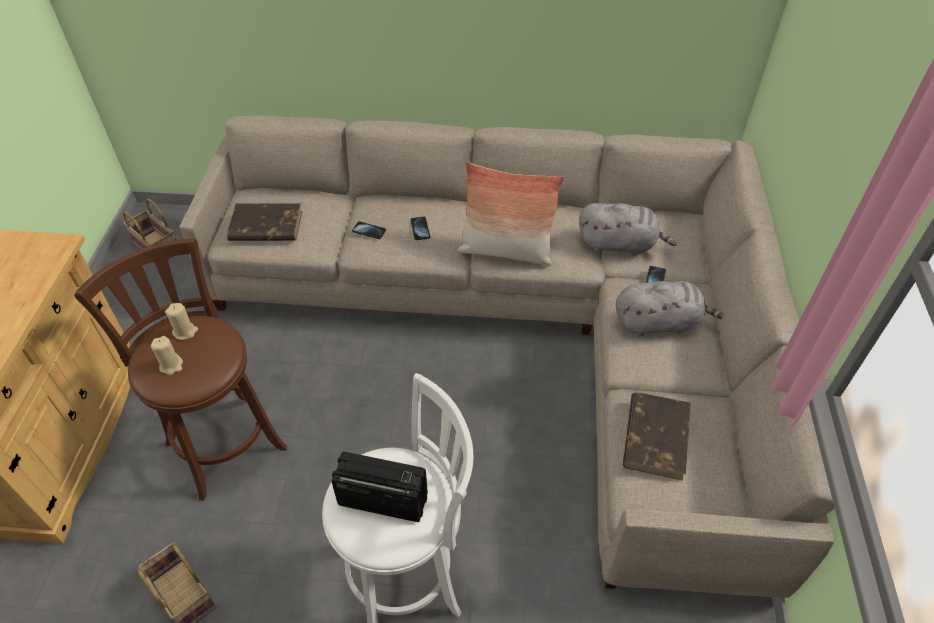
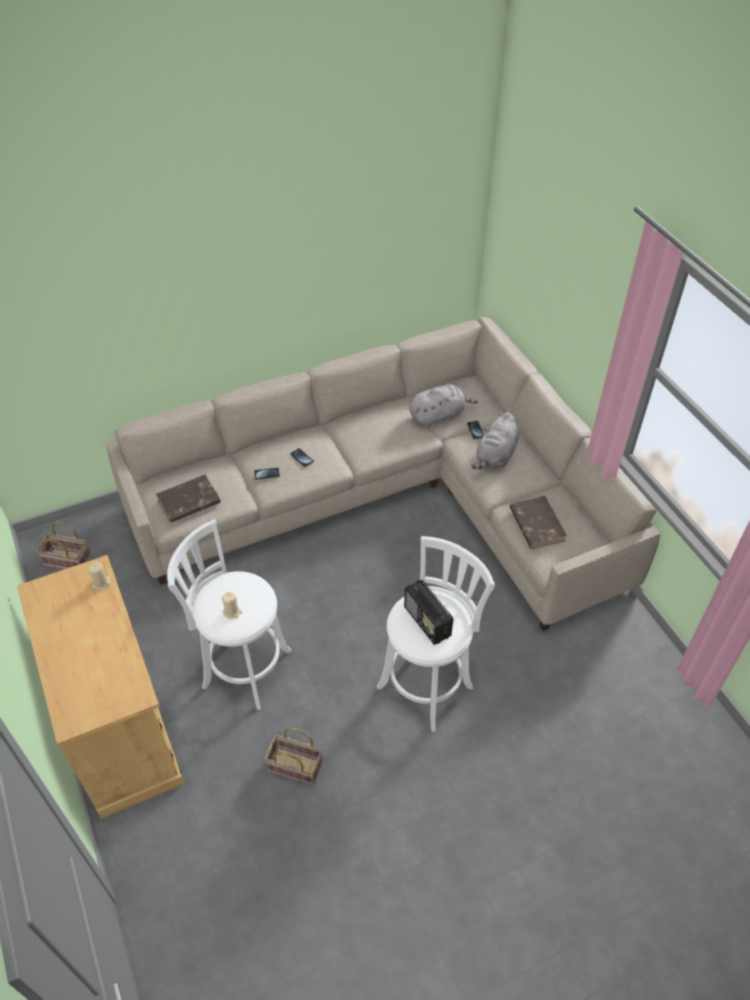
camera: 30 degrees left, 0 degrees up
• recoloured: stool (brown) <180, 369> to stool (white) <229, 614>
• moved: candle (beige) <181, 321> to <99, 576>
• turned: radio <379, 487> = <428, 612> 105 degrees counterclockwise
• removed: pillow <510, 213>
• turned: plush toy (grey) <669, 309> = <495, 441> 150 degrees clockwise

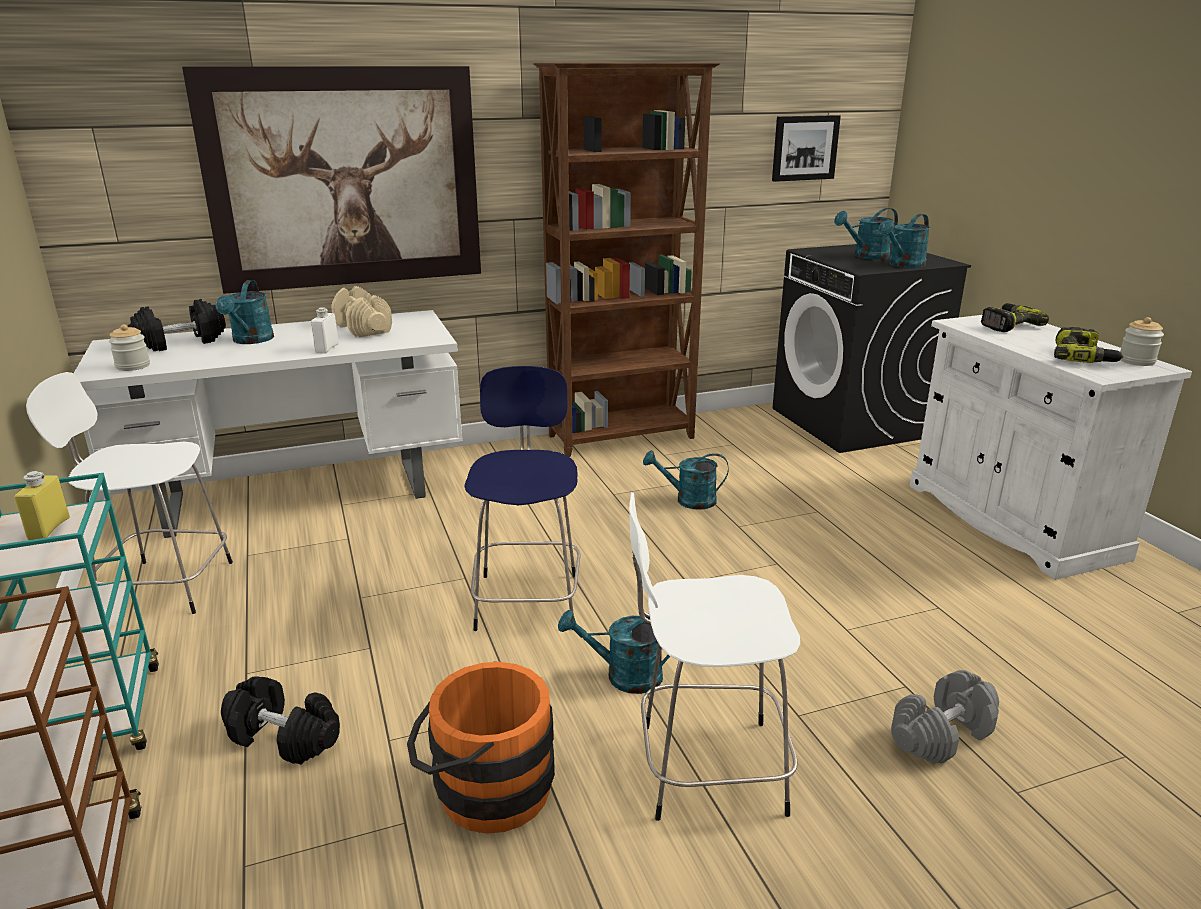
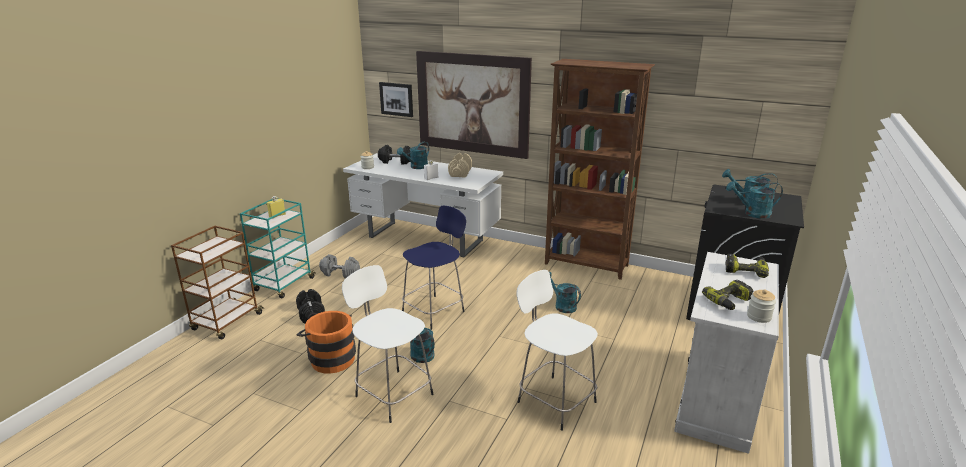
camera: 45 degrees right, 0 degrees up
• moved: stool (white) <129, 493> to <557, 350>
• moved: picture <806, 148> to <396, 99>
• moved: dumbbell (grey) <945, 717> to <339, 266>

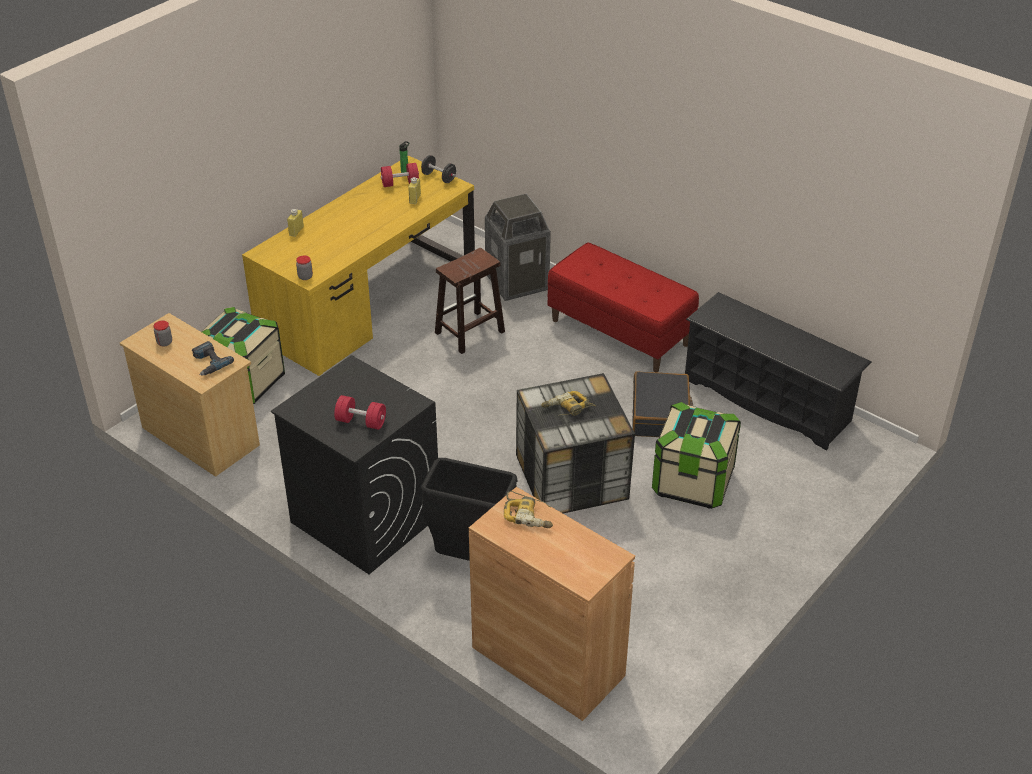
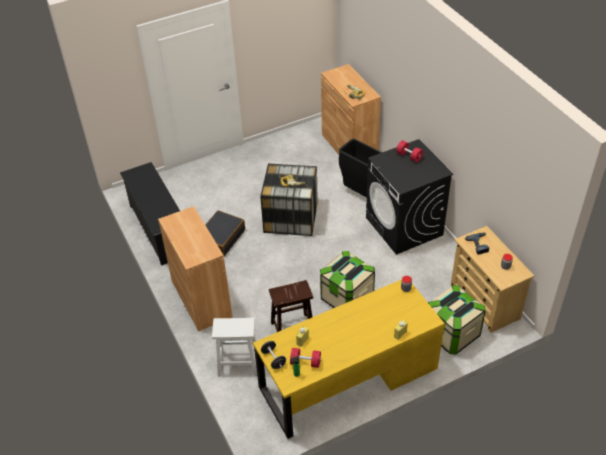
camera: 155 degrees left, 5 degrees up
• replaced: trash can <518, 247> to stool (white) <234, 347>
• replaced: bench (red) <623, 307> to cabinet (brown) <195, 268>
• moved: storage box <696, 455> to <347, 279>

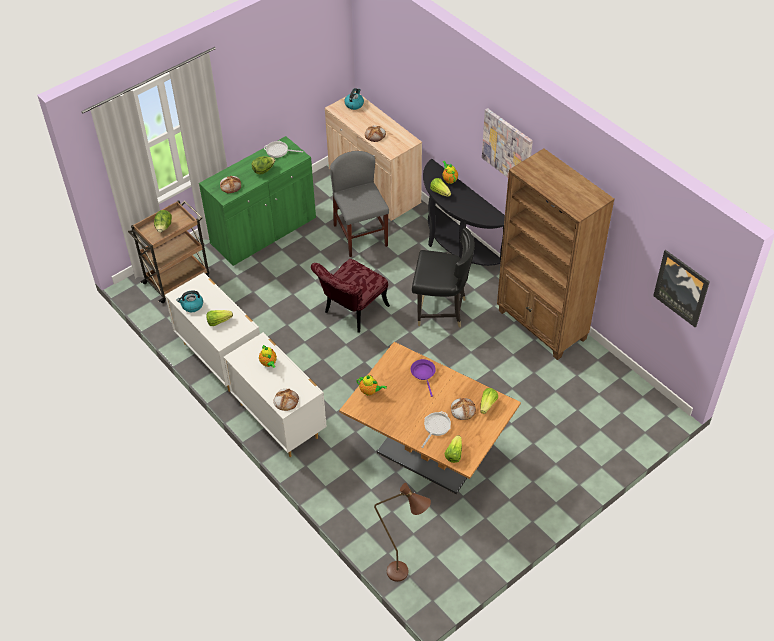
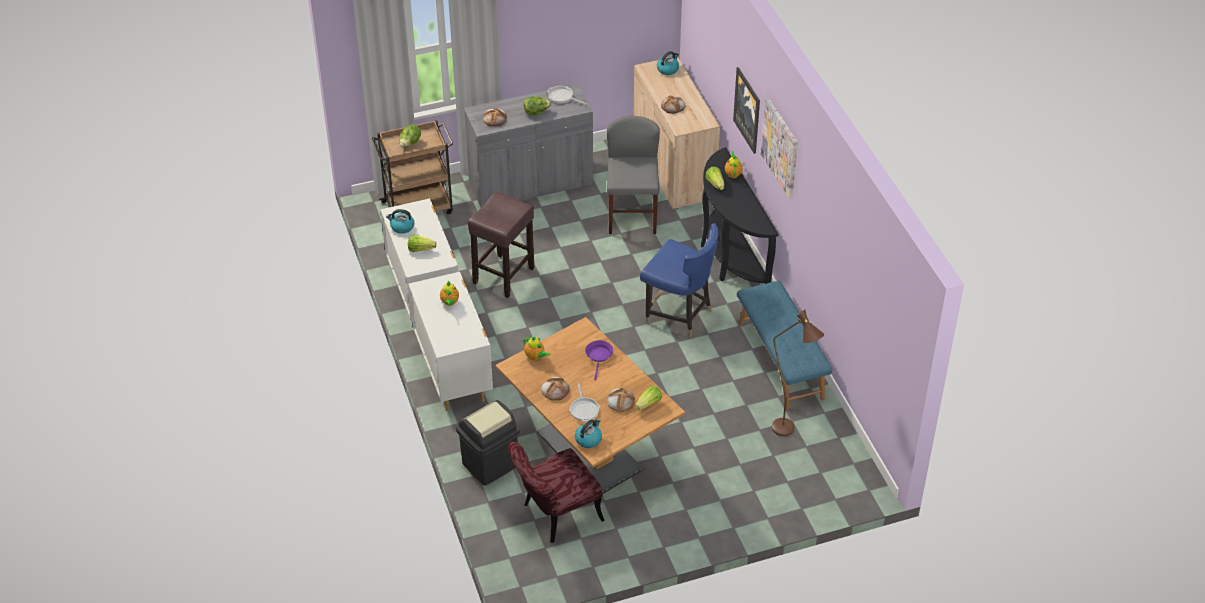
camera: 20 degrees right, 5 degrees down
• recoloured: cabinet (green) <257, 201> to cabinet (grey) <528, 145>
• moved: bread <286, 400> to <555, 388>
• moved: chair (red) <350, 296> to <556, 492>
• moved: floor lamp (brown) <402, 532> to <798, 373>
• recoloured: chair (black) <443, 277> to chair (blue) <679, 280>
• turned: frying pan <436, 429> = <584, 402> 120 degrees clockwise
• replaced: lettuce <453, 449> to kettle <588, 433>
• replaced: bookcase (brown) <556, 254> to bench (blue) <784, 345>
• moved: picture <681, 288> to <746, 110>
• added: trash can (black) <488, 442>
• added: stool (brown) <501, 245>

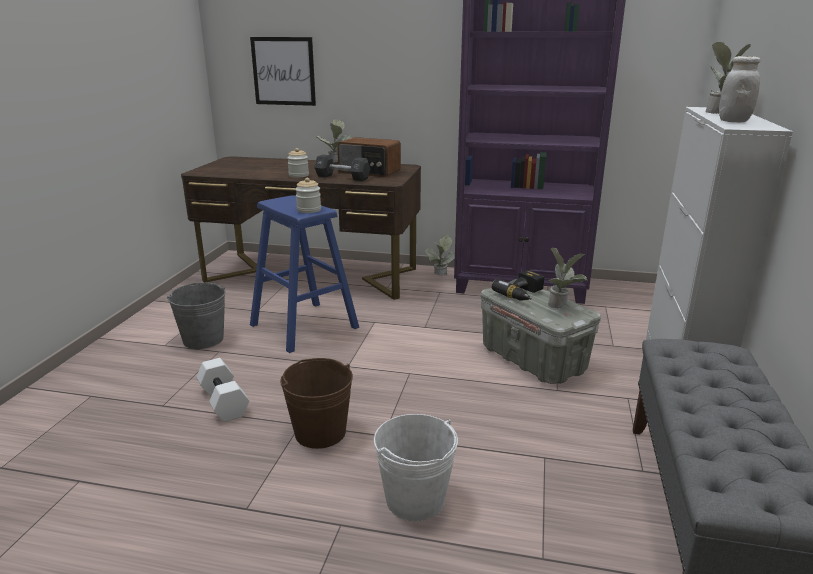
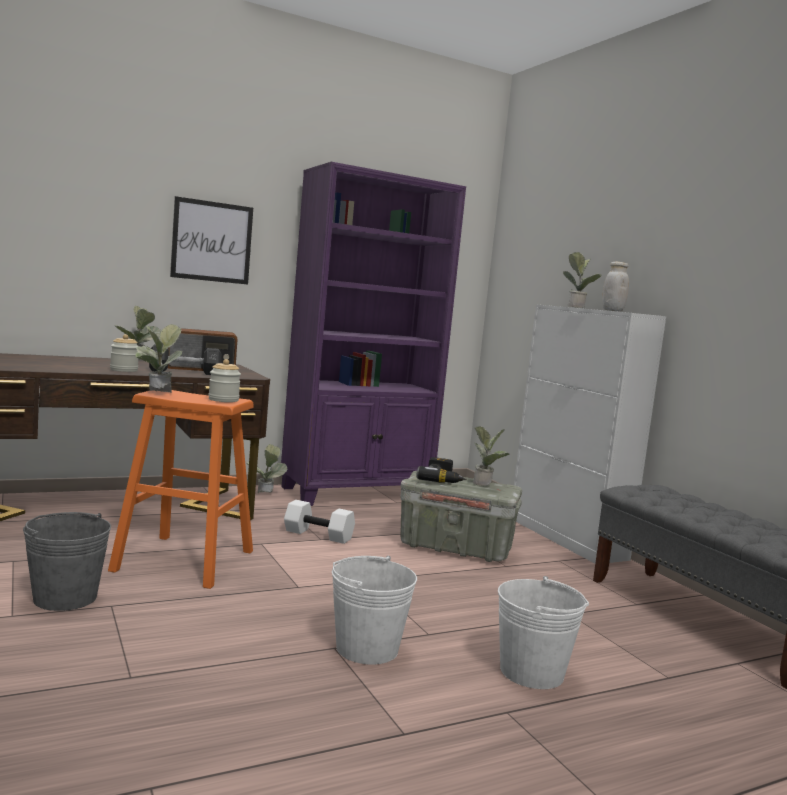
camera: 40 degrees left, 15 degrees down
• moved: dumbbell (white) <223, 390> to <319, 522>
• moved: picture <283, 71> to <211, 240>
• recoloured: stool (blue) <304, 274> to stool (orange) <181, 489>
• recoloured: bucket (brown) <316, 403> to bucket (white) <374, 610>
• added: potted plant <158, 358>

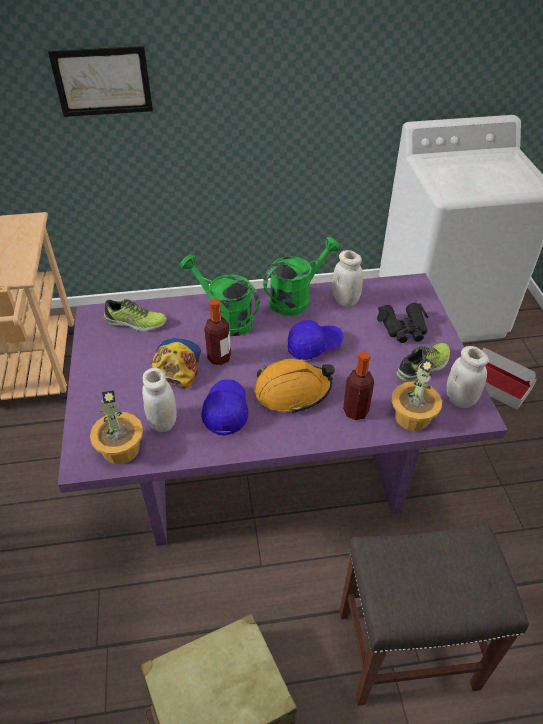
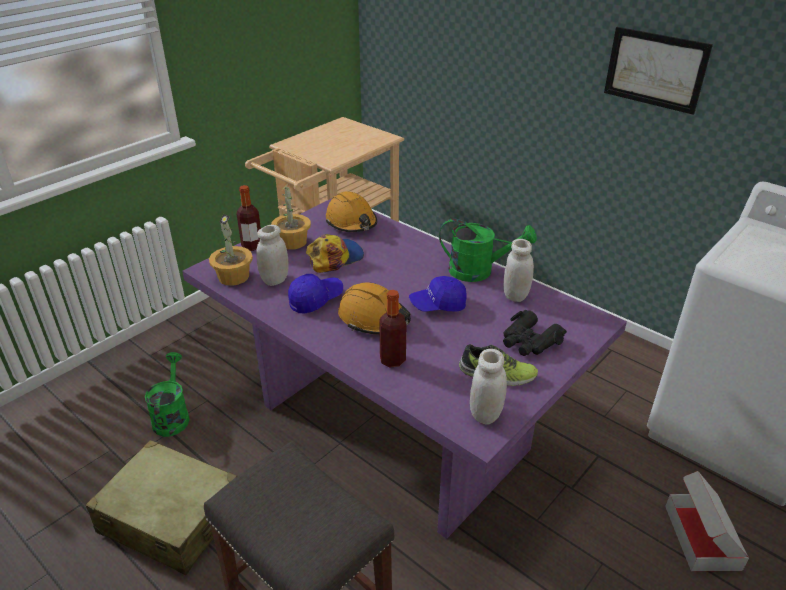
camera: 50 degrees right, 10 degrees down
• moved: picture <100, 81> to <658, 71>
• replaced: shoe <135, 315> to hard hat (orange) <351, 211>
• moved: watering can (green) <220, 295> to <167, 394>
• moved: bottle <217, 332> to <248, 218>
• turned: cap (blue) <315, 340> = <438, 294> 135 degrees clockwise
• moved: potted plant <416, 394> to <291, 216>

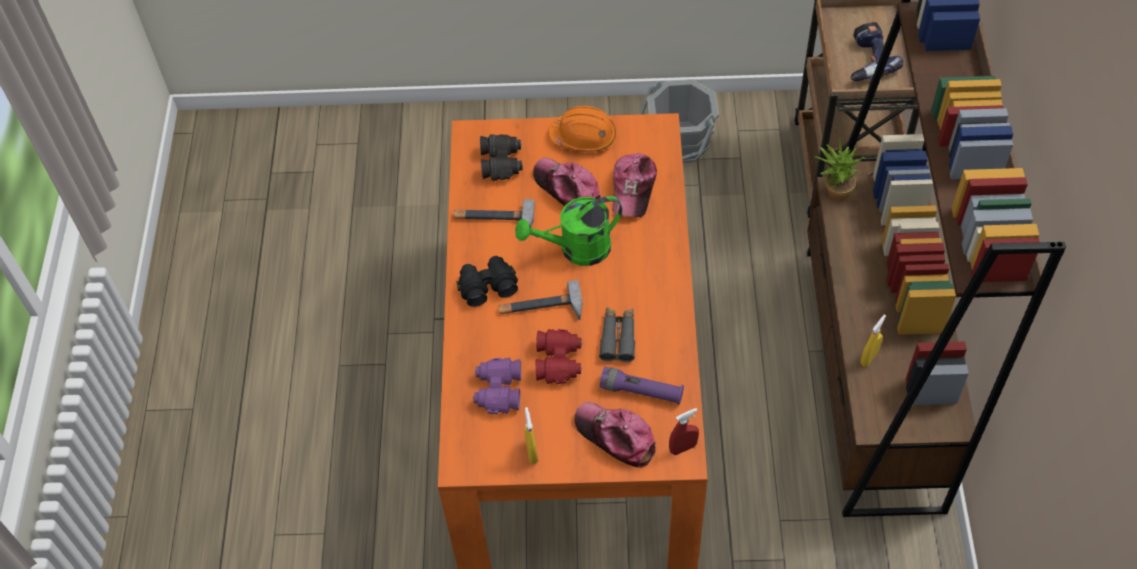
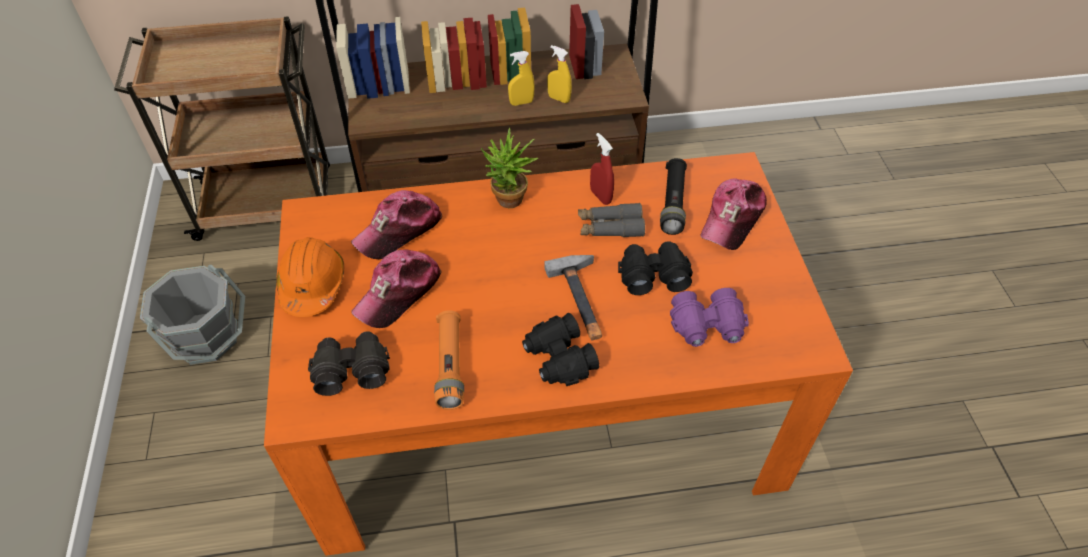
camera: 100 degrees left, 5 degrees down
• replaced: hammer <494, 213> to flashlight (orange) <449, 360>
• removed: watering can (green) <568, 231>
• moved: spray bottle (yellow) <531, 435> to <521, 78>
• recoloured: binoculars (red) <559, 356> to binoculars (black) <655, 268>
• recoloured: flashlight (purple) <642, 386> to flashlight (black) <673, 196>
• turned: cap <634, 185> = <397, 224> 135 degrees clockwise
• moved: spray bottle (red) <684, 431> to <602, 169>
• moved: potted plant <839, 169> to <509, 168>
• removed: power drill <876, 51>

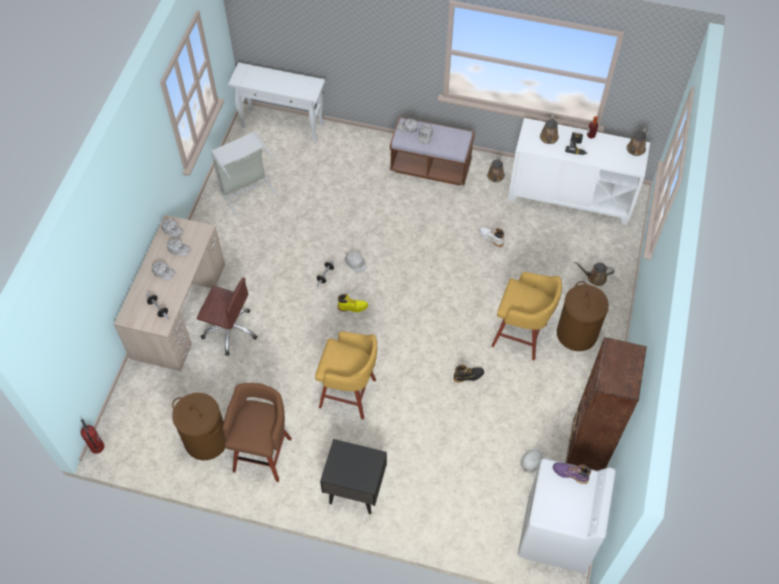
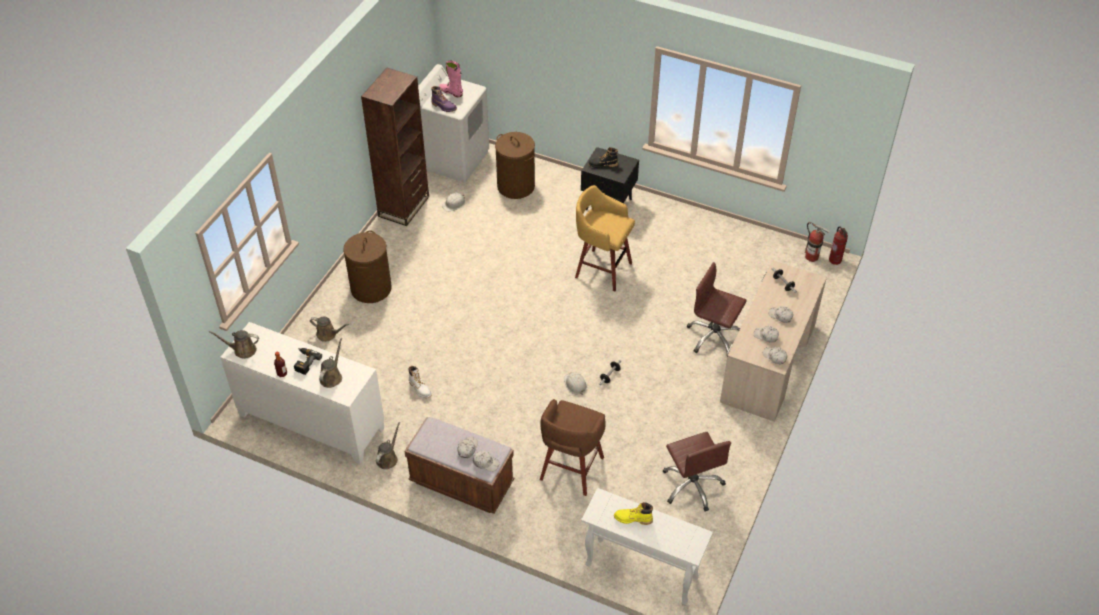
camera: 170 degrees left, 10 degrees down
• moved: laundry basket (brown) <199, 426> to <515, 165>
• replaced: laundry basket (grey) <245, 174> to office chair (brown) <697, 472>
• moved: stool (brown) <257, 432> to <572, 447>
• moved: boot (yellow) <352, 303> to <633, 513>
• moved: boot (black) <468, 374> to <603, 157>
• removed: stool (yellow) <526, 316>
• turned: watering can (brown) <637, 142> = <234, 344> 135 degrees counterclockwise
• added: boot (pink) <451, 78>
• added: fire extinguisher <817, 242>

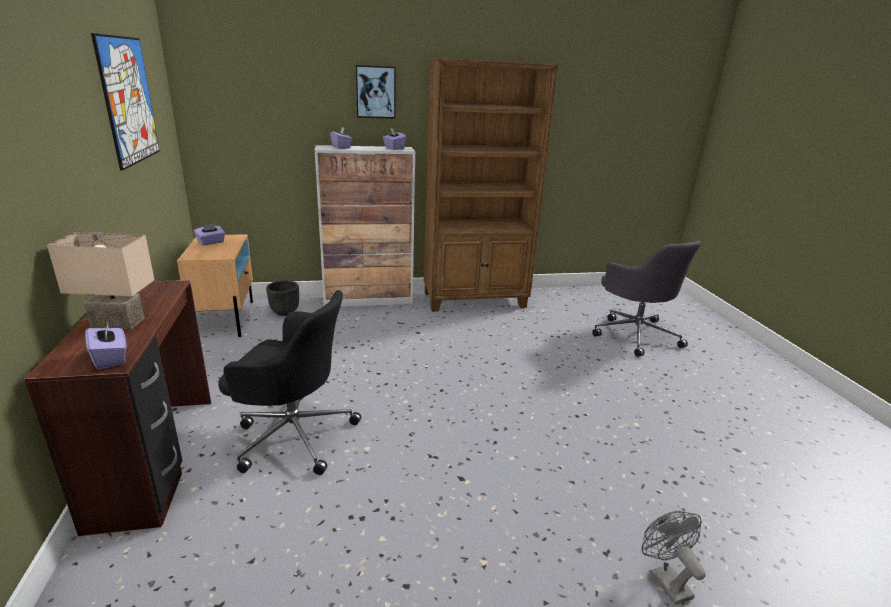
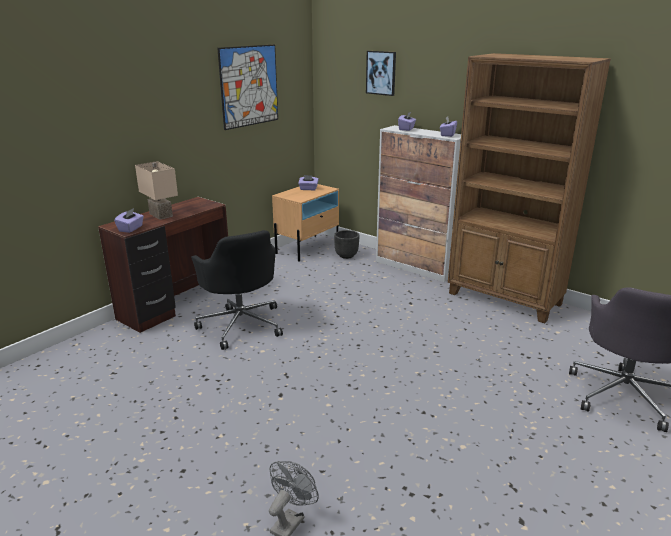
camera: 50 degrees right, 0 degrees up
• moved: picture <375, 92> to <381, 73>

